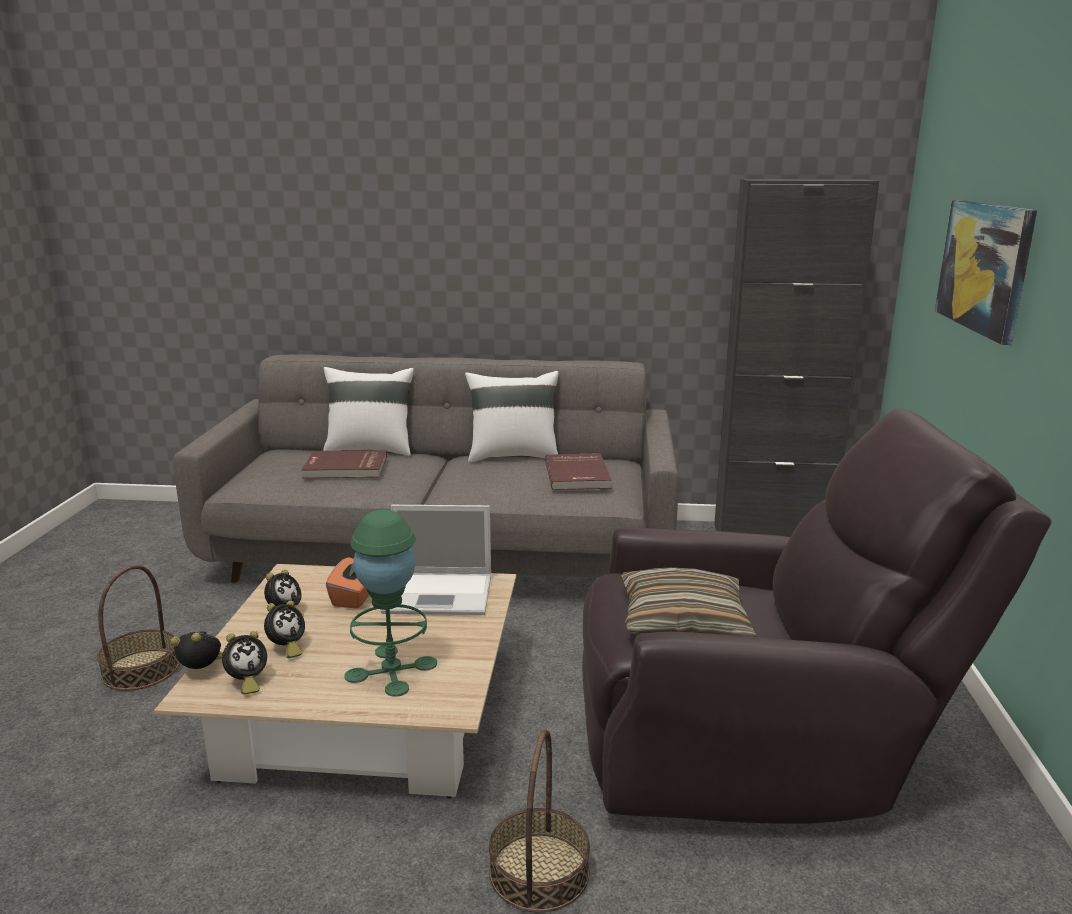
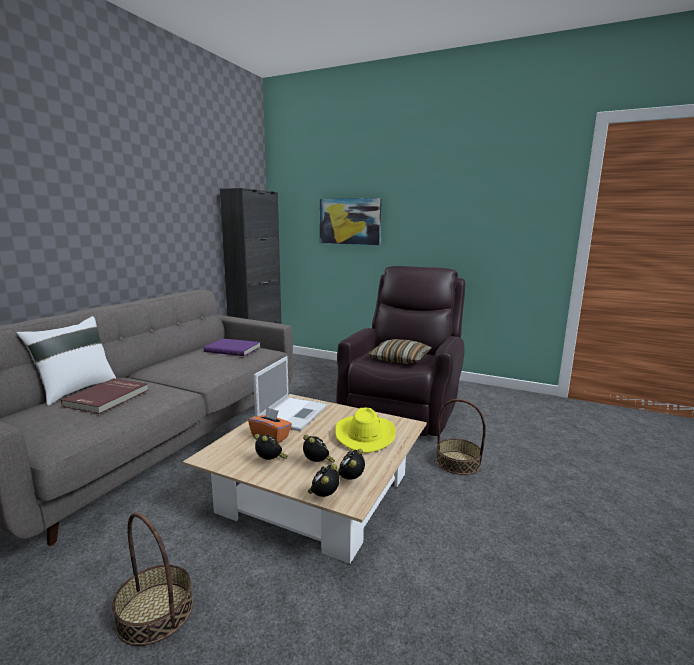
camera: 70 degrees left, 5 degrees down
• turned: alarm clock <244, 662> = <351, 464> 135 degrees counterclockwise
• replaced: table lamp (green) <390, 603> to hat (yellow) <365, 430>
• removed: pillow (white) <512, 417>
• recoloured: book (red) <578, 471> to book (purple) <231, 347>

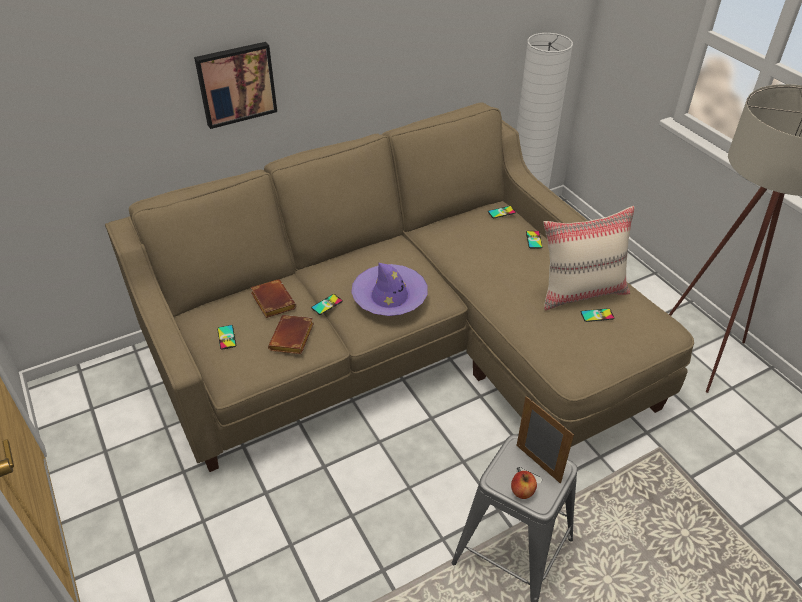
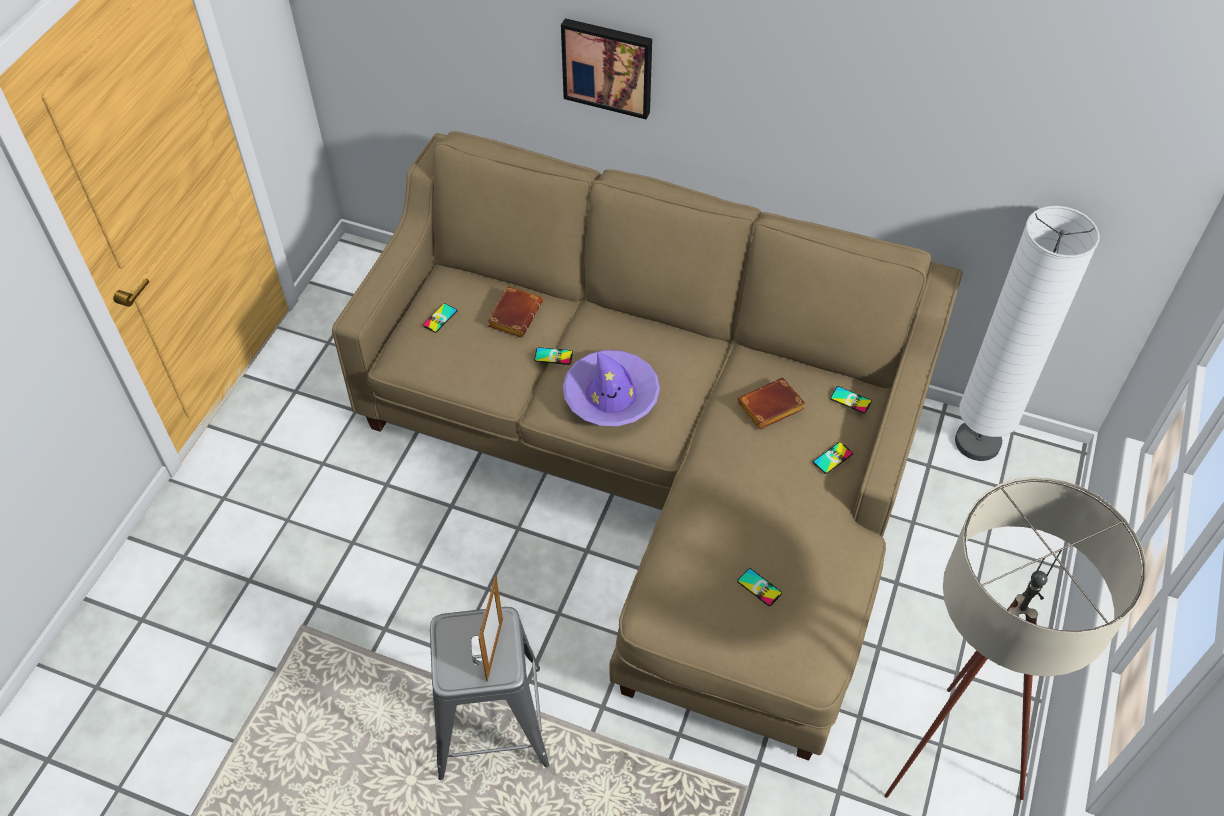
camera: 50 degrees right, 10 degrees up
• moved: book (brown) <291, 334> to <771, 404>
• removed: apple <524, 485>
• removed: pillow (beige) <589, 258>

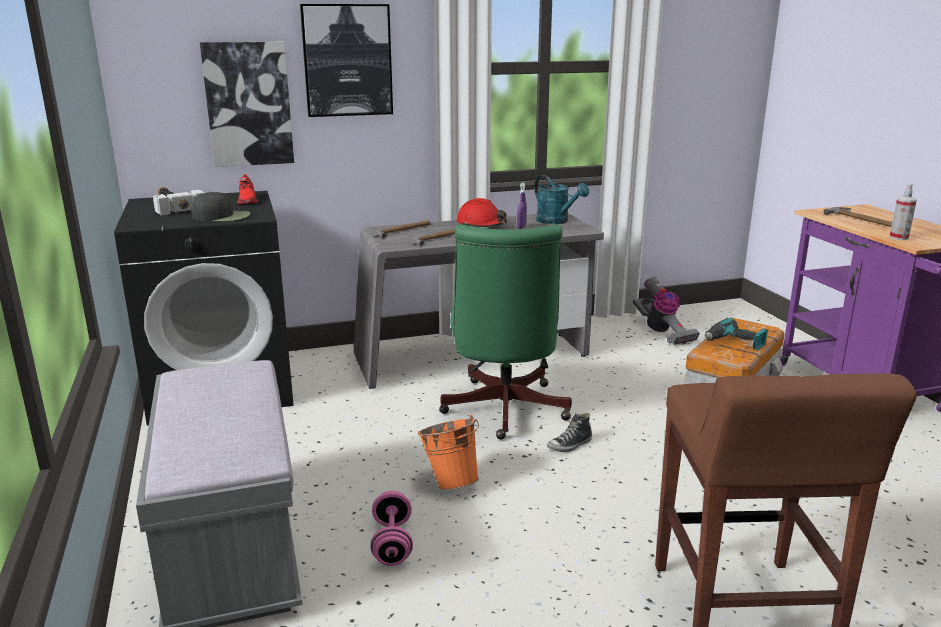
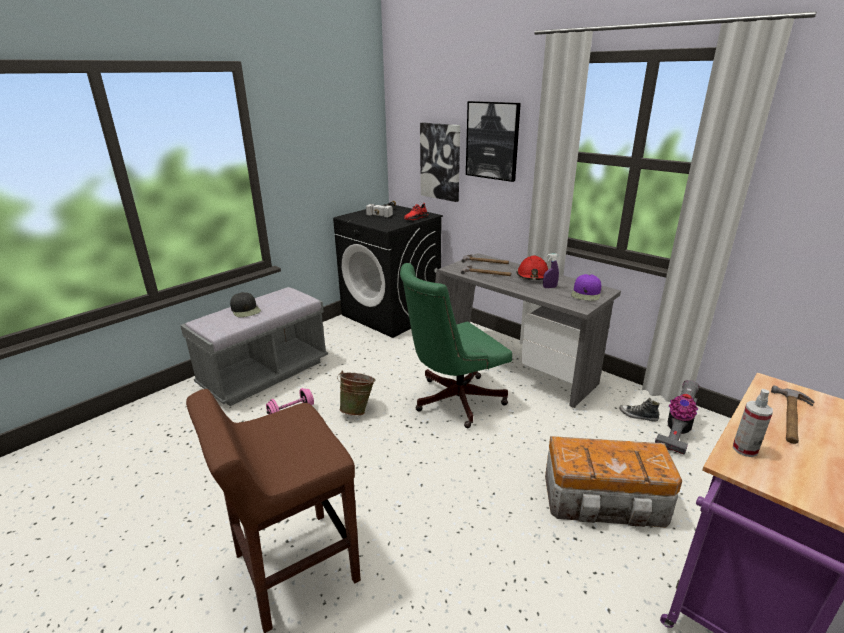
camera: 60 degrees right, 5 degrees up
• moved: cap (black) <221, 206> to <245, 304>
• recoloured: bucket (orange) <448, 452> to bucket (green) <356, 393>
• replaced: watering can (turquoise) <562, 199> to cap (purple) <586, 287>
• moved: shoe <569, 432> to <639, 410>
• removed: power drill <736, 334>

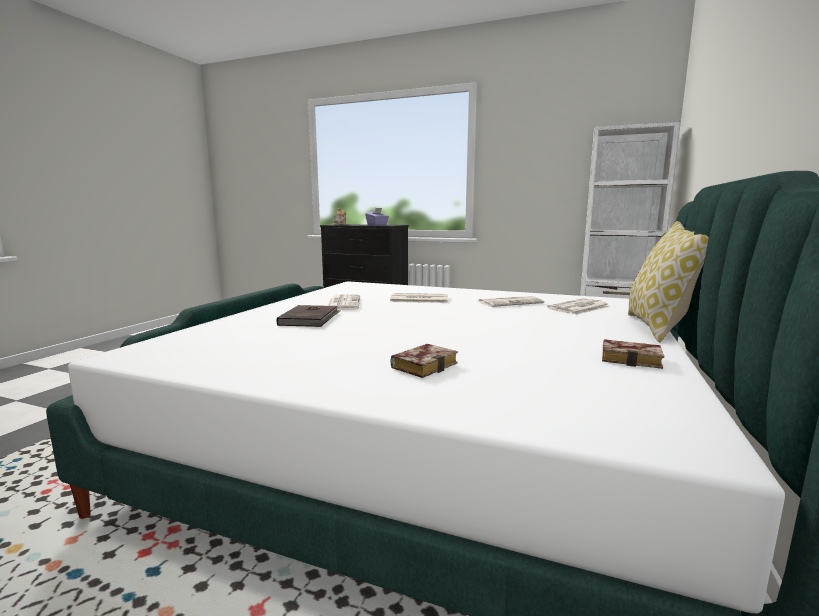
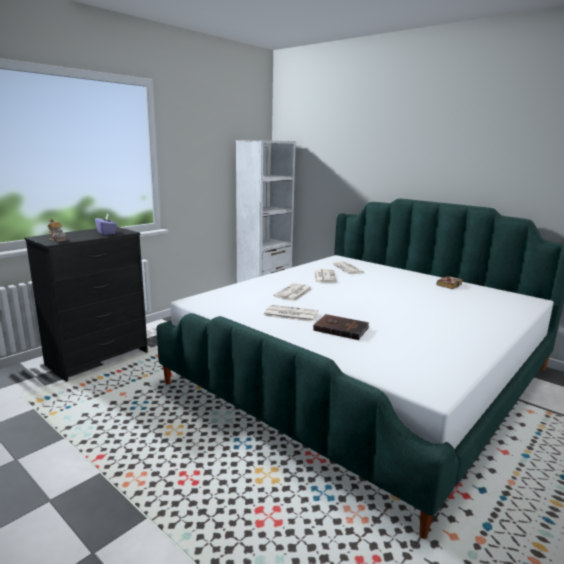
camera: 70 degrees left, 5 degrees up
• removed: book <424, 361>
• removed: pillow <668, 282>

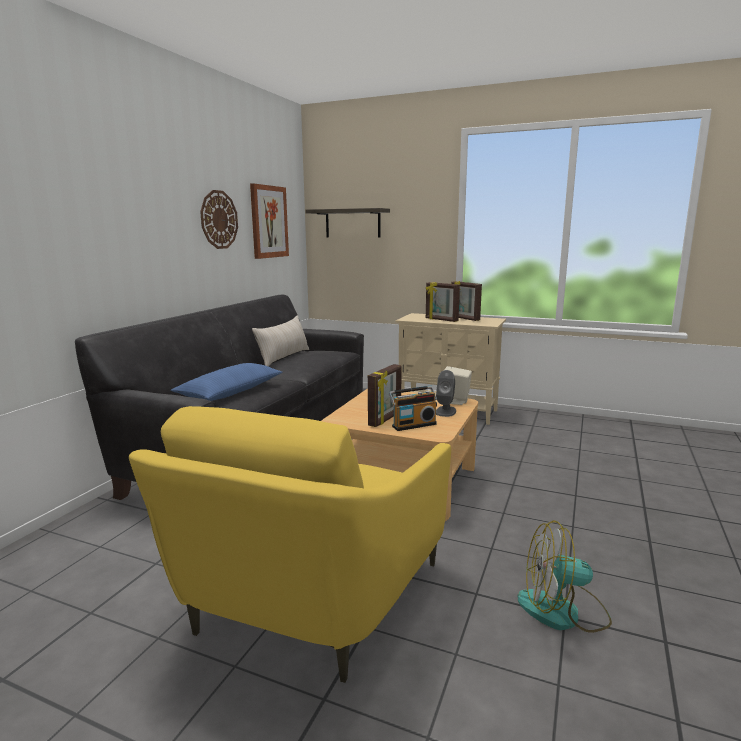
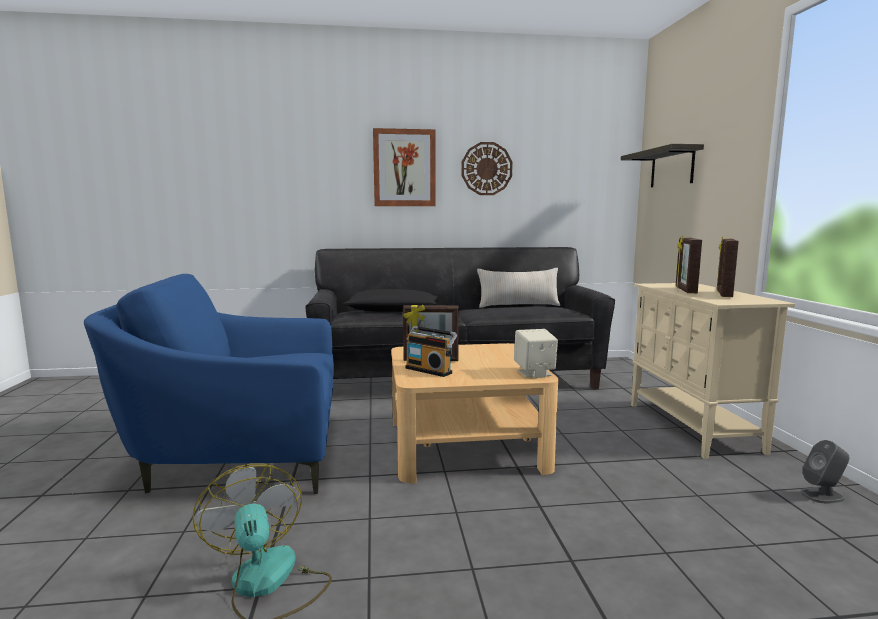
camera: 60 degrees right, 5 degrees down
• recoloured: armchair (yellow) <290, 544> to armchair (blue) <209, 384>
• recoloured: pillow (blue) <227, 382> to pillow (black) <390, 300>
• moved: picture <269, 221> to <404, 167>
• moved: speaker (grey) <446, 393> to <825, 471>

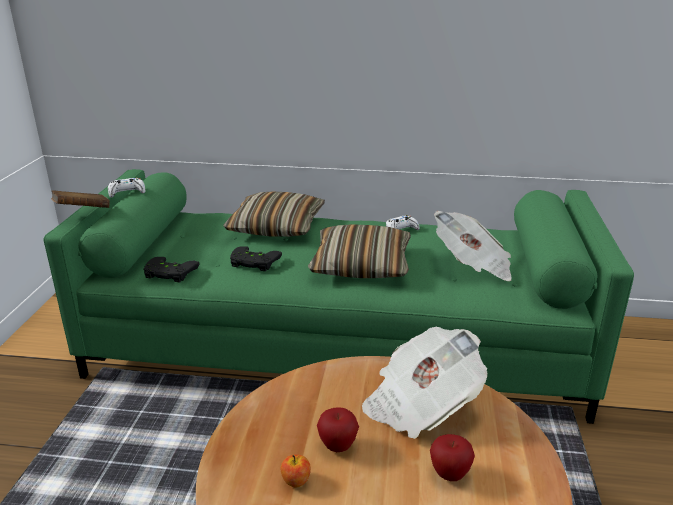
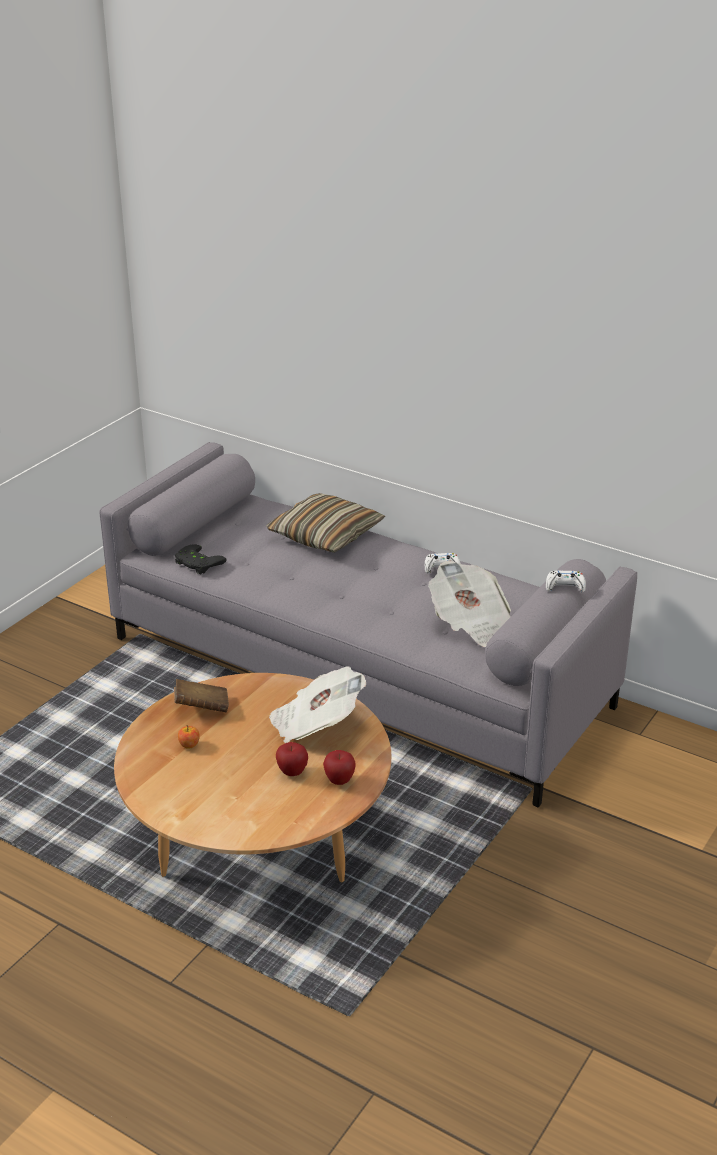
camera: 25 degrees right, 5 degrees up
• recoloured: sofa (green) <339, 296> to sofa (grey) <368, 624>
• moved: book (brown) <80, 199> to <201, 696>
• moved: game controller (white) <126, 188> to <566, 581>
• removed: game controller (black) <256, 258>
• removed: pillow <359, 251>
• moved: apple <338, 429> to <339, 767>

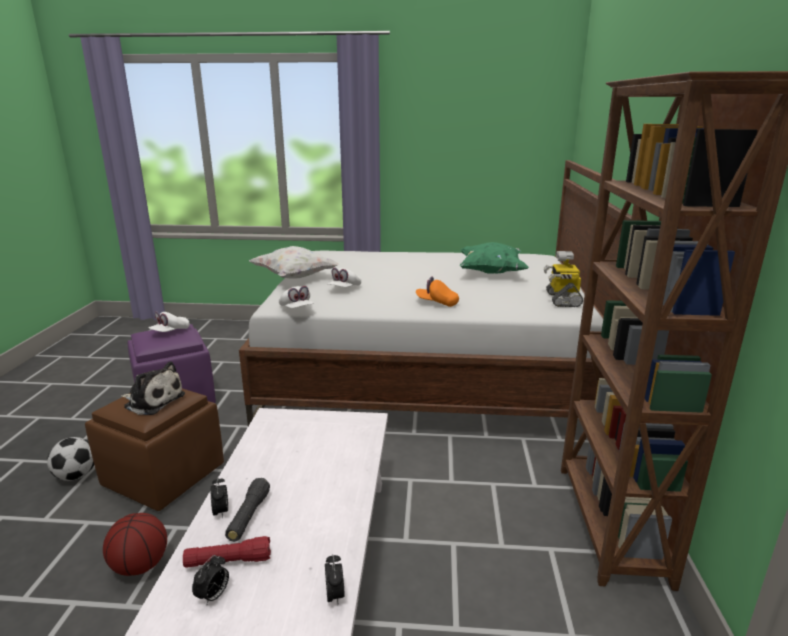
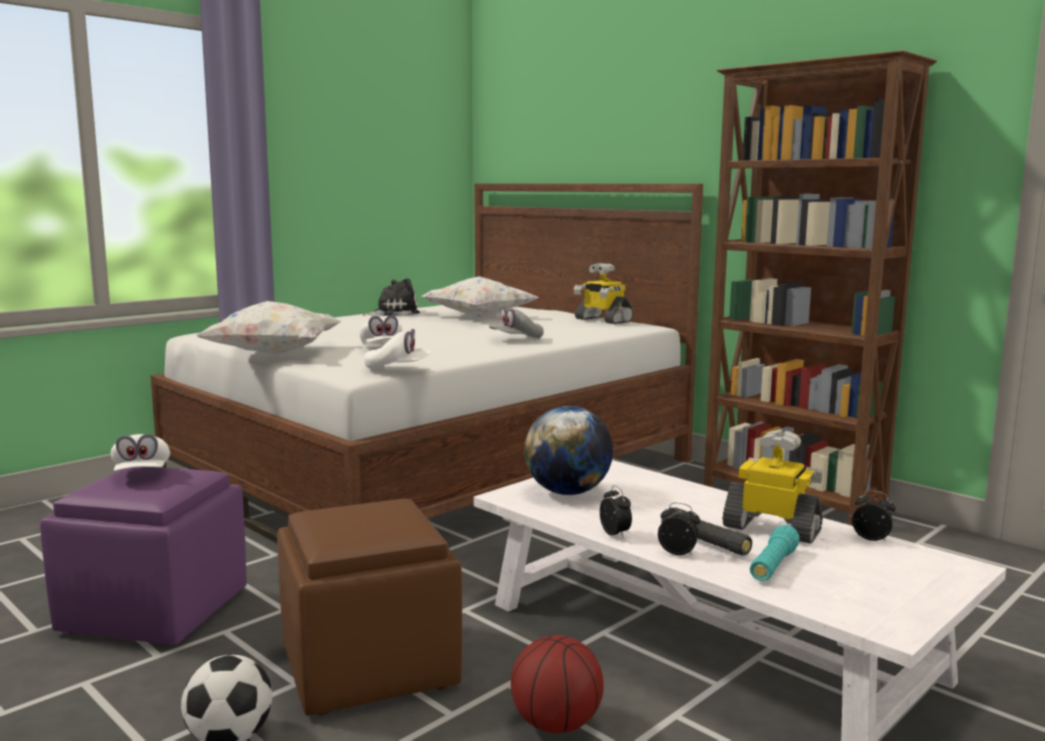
camera: 50 degrees left, 10 degrees down
• moved: plush toy <153, 388> to <391, 297>
• recoloured: flashlight (red) <227, 552> to flashlight (turquoise) <775, 553>
• moved: alarm clock <210, 580> to <616, 512>
• recoloured: cap (orange) <437, 291> to cap (grey) <516, 323>
• recoloured: pillow (green) <494, 258> to pillow (white) <480, 297>
• added: globe <568, 450>
• added: toy robot <773, 486>

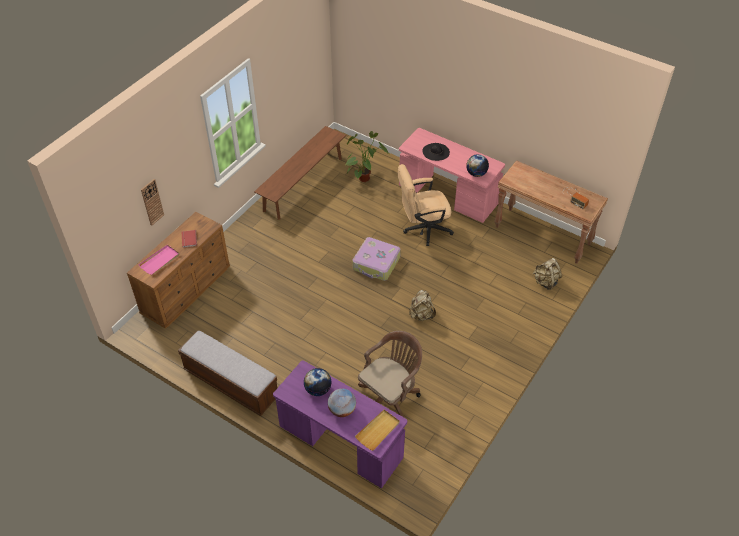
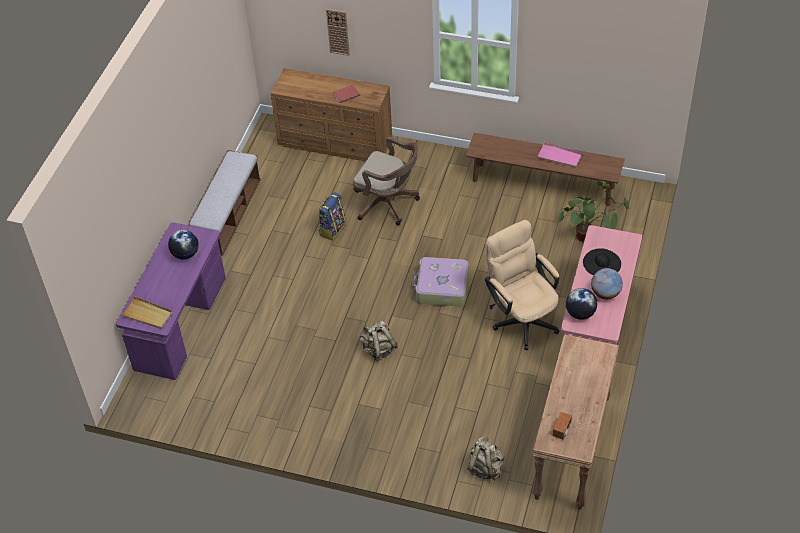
camera: 75 degrees right, 0 degrees up
• moved: tray (pink) <158, 260> to <559, 155>
• moved: globe <342, 402> to <607, 283>
• moved: office chair (brown) <390, 374> to <386, 181>
• added: backpack <332, 216>

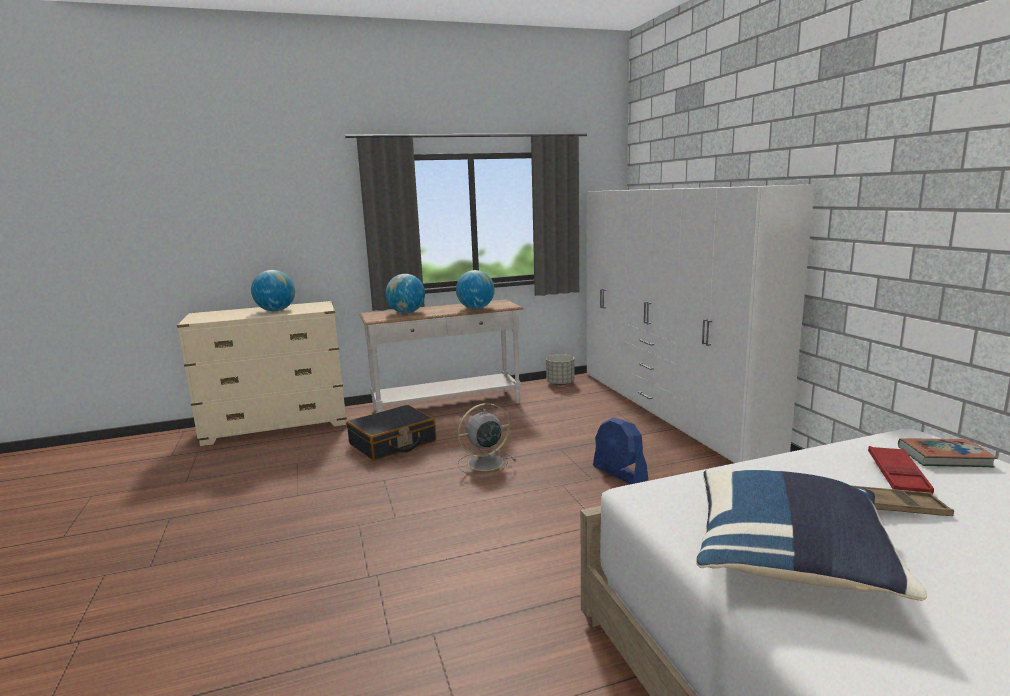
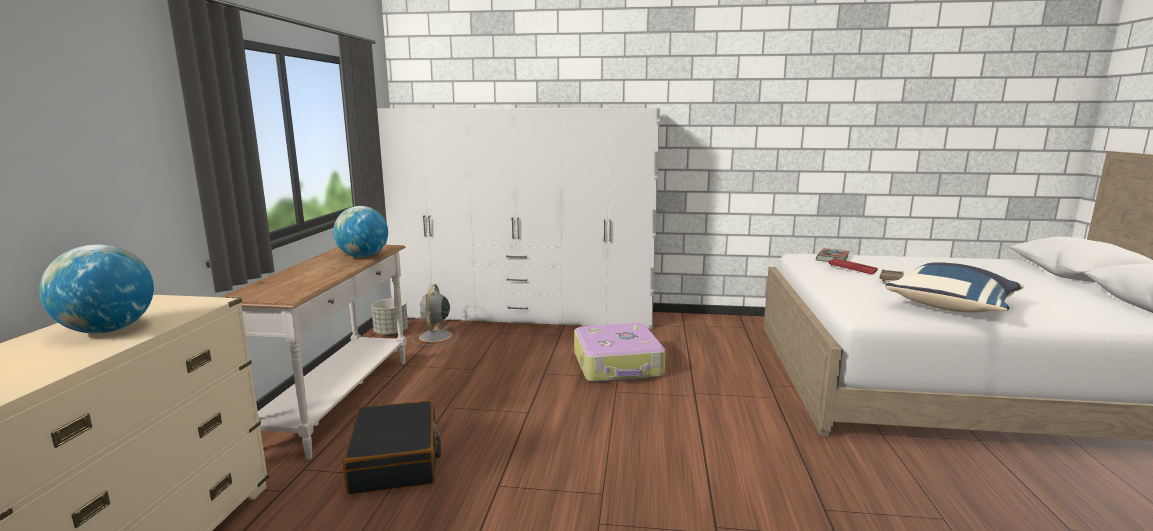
camera: 65 degrees left, 0 degrees up
• removed: globe <405, 293>
• moved: fan (grey) <486, 440> to <435, 314>
• replaced: fan (blue) <620, 450> to suitcase <620, 352>

